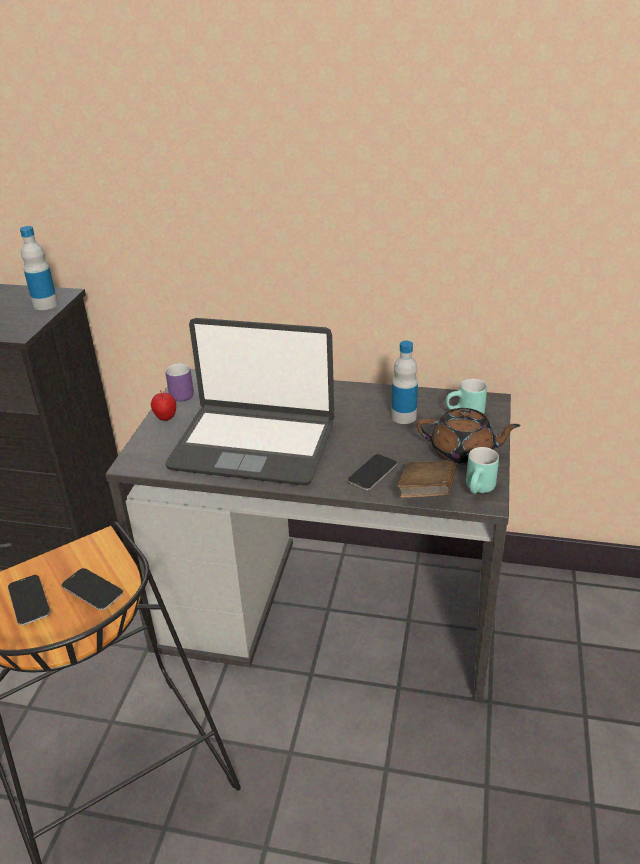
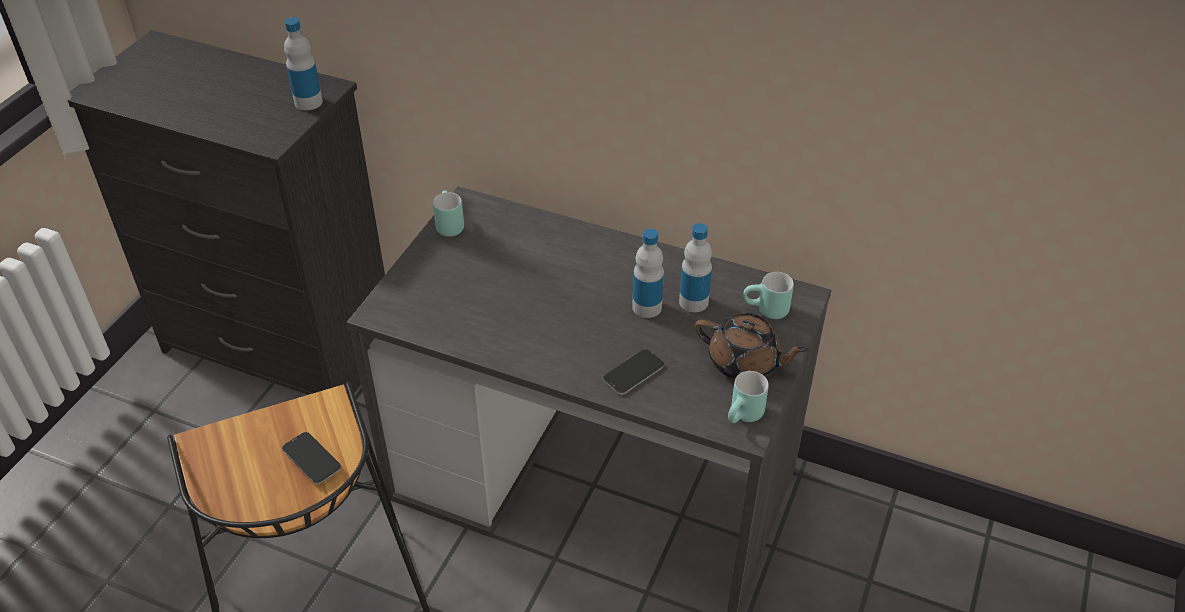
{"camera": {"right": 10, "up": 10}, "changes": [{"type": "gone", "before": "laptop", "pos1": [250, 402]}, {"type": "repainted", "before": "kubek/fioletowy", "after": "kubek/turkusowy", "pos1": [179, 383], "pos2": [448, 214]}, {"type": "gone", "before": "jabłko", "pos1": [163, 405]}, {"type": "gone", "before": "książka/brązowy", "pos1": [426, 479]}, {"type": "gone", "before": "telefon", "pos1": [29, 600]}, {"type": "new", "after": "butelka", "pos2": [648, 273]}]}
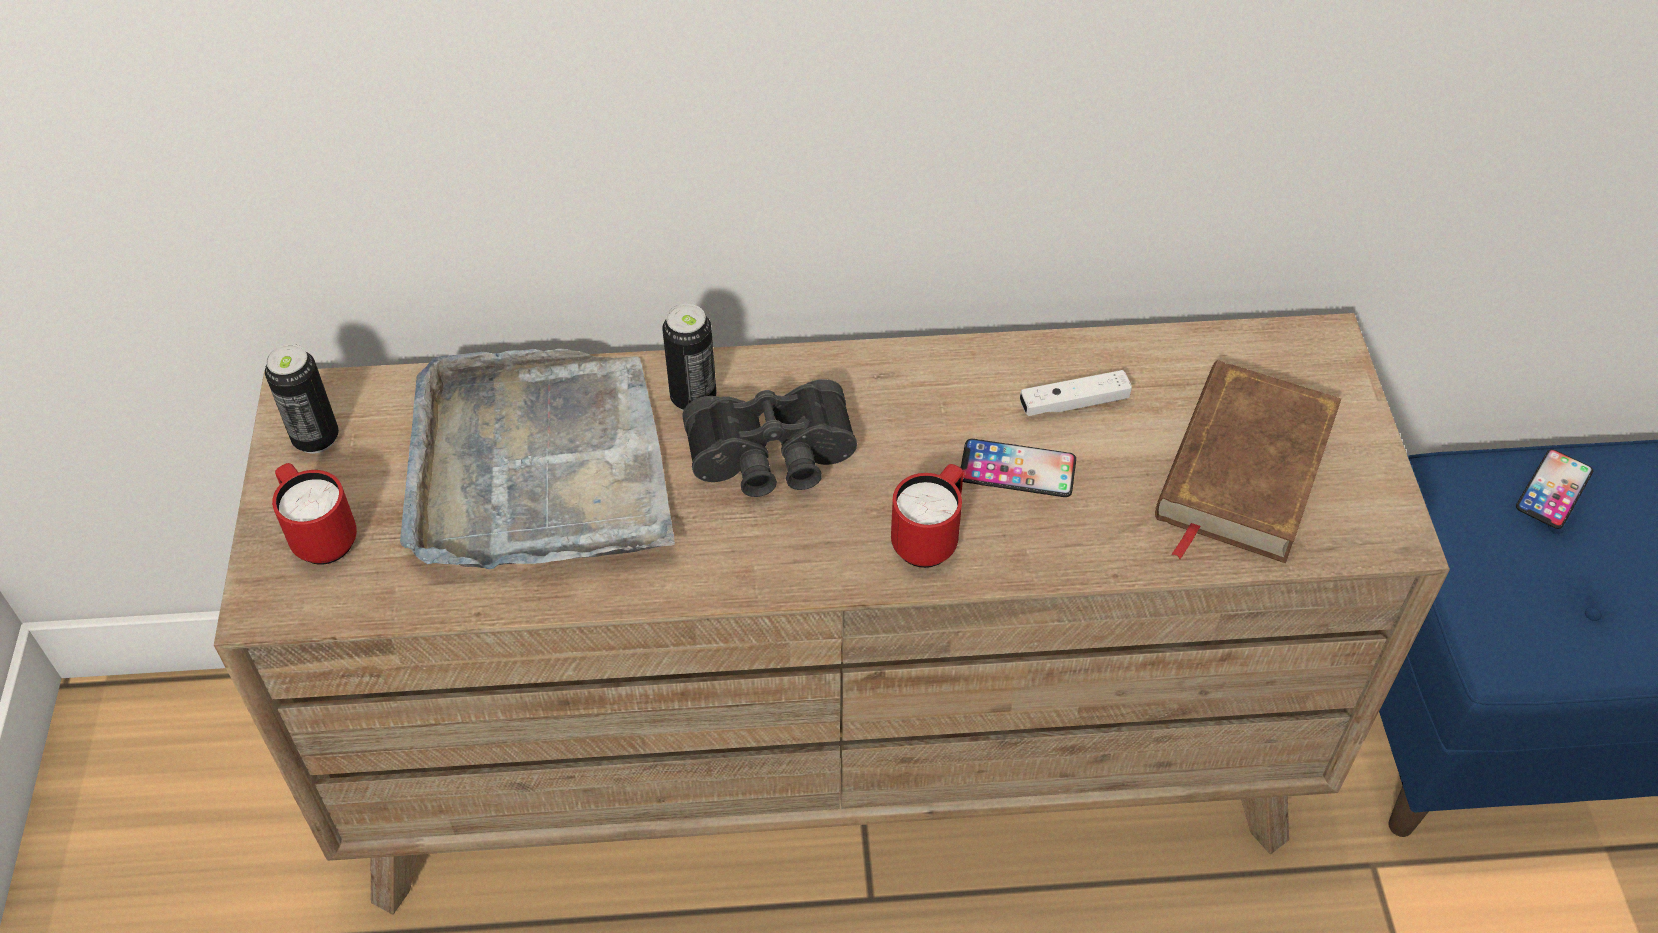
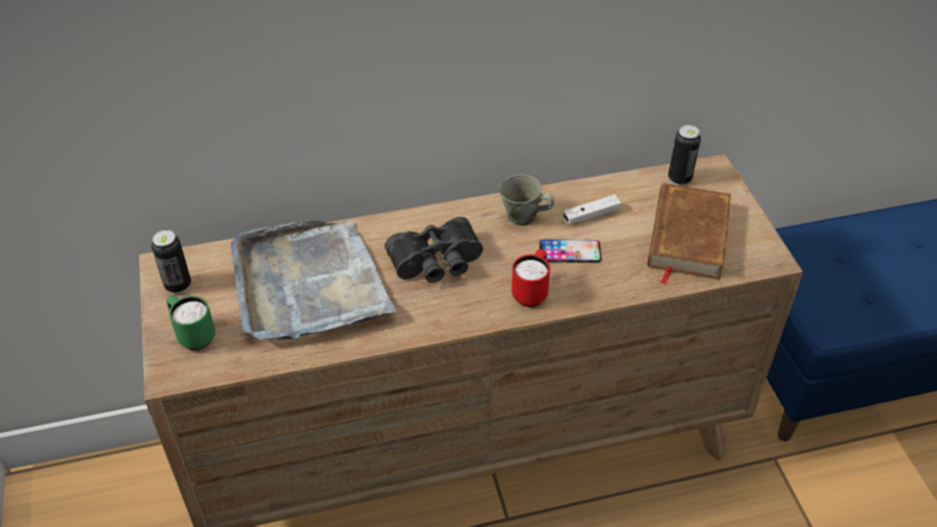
{"camera": {"right": -10, "up": -5}, "changes": [{"type": "shifted", "before": "puszka", "pos1": [689, 357], "pos2": [684, 155]}, {"type": "gone", "before": "telefon", "pos1": [1554, 489]}, {"type": "repainted", "before": "kubek/czerwony", "after": "kubek/zielony", "pos1": [314, 514], "pos2": [190, 322]}, {"type": "new", "after": "kubek/szary", "pos2": [527, 200]}]}
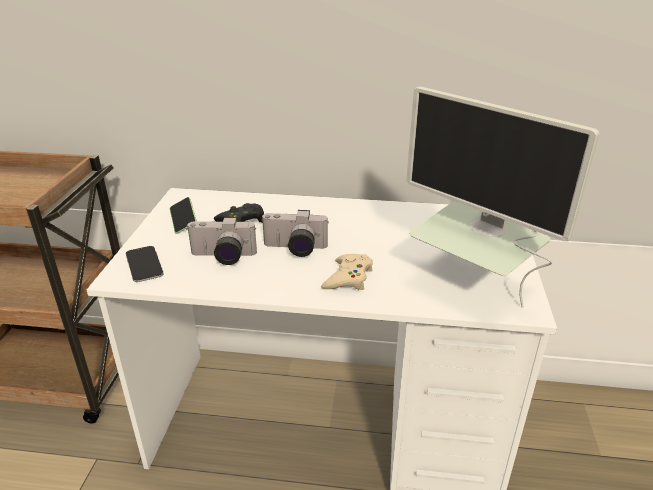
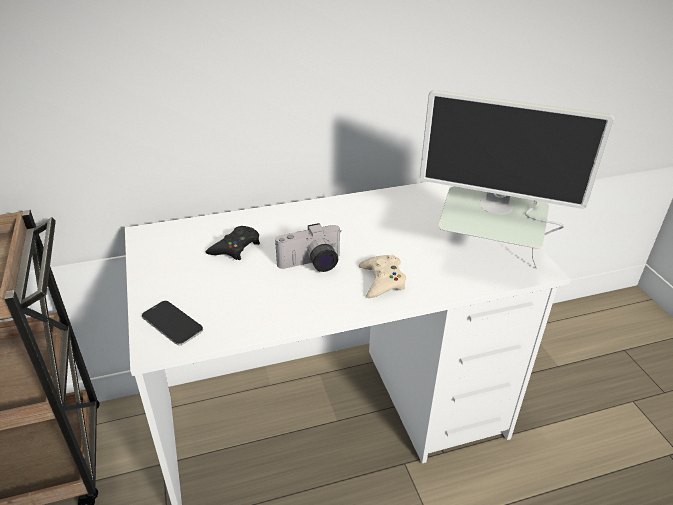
{"camera": {"right": -25, "up": 5}, "changes": [{"type": "gone", "before": "telefon", "pos1": [183, 215]}, {"type": "gone", "before": "aparat fotograficzny", "pos1": [221, 241]}]}
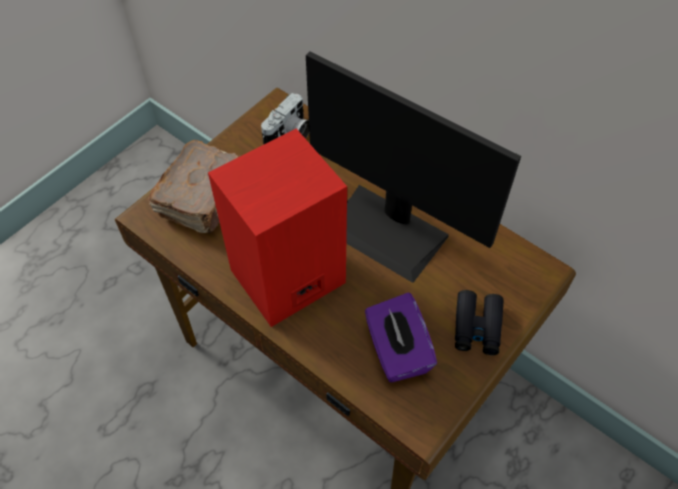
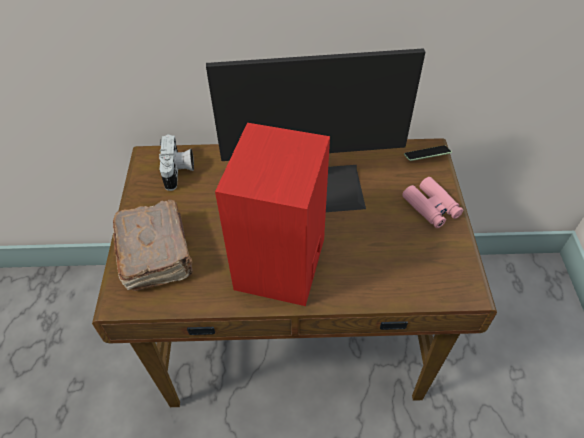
{"camera": {"right": -40, "up": -5}, "changes": [{"type": "repainted", "before": "lornetka/czarny", "after": "lornetka/różowy", "pos1": [479, 322], "pos2": [432, 202]}, {"type": "gone", "before": "pudełko chusteczek/fioletowy", "pos1": [401, 337]}, {"type": "new", "after": "telefon", "pos2": [428, 153]}]}
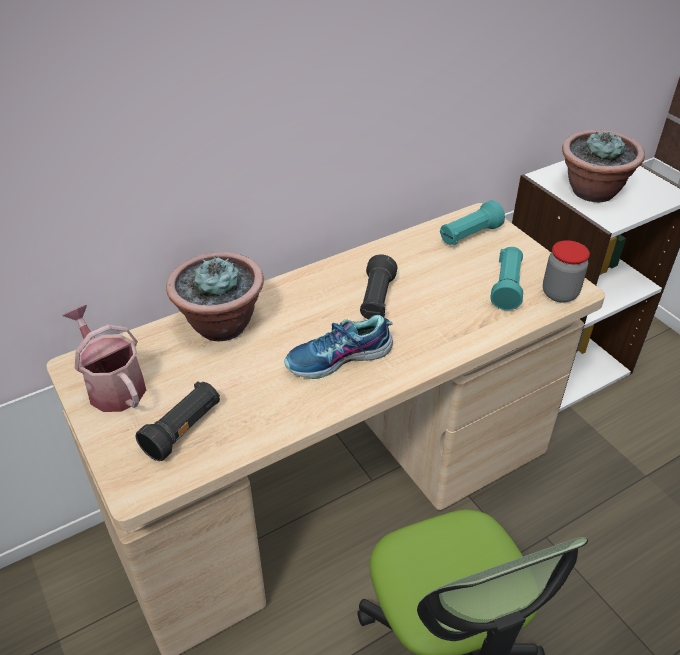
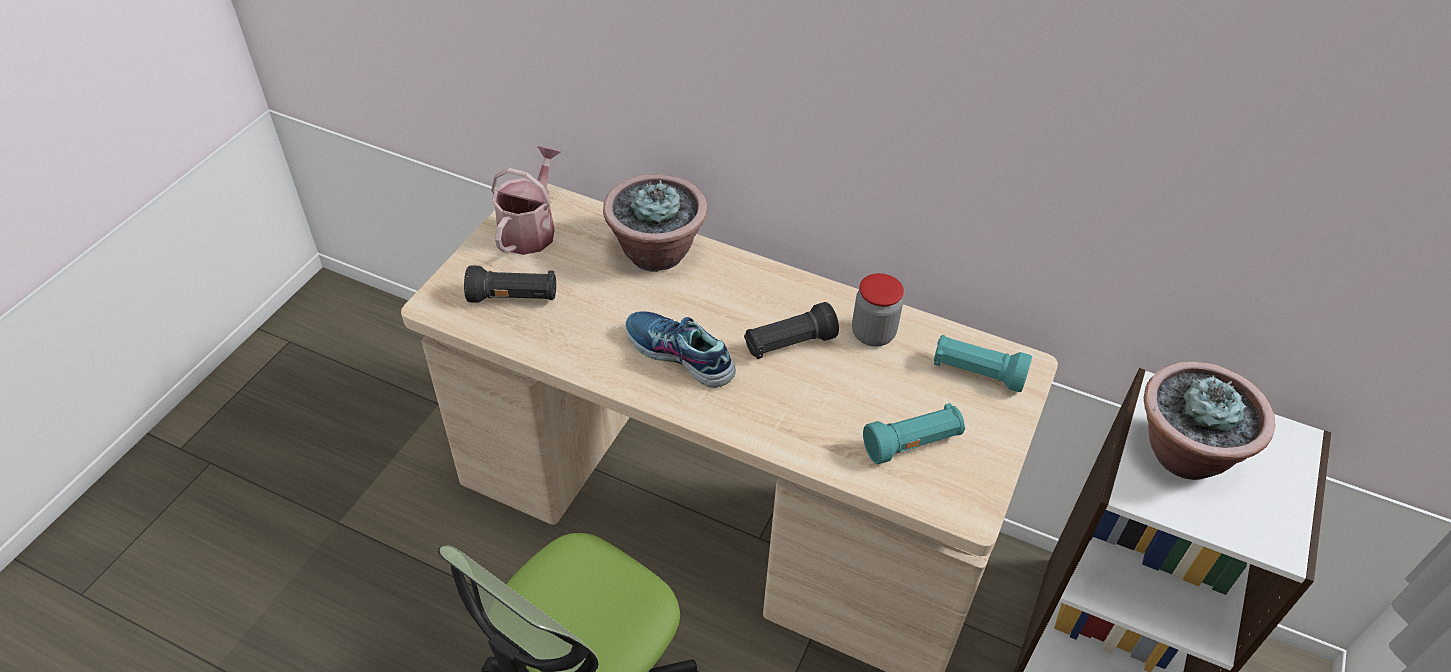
{"camera": {"right": 55, "up": 5}, "changes": [{"type": "shifted", "before": "słoik", "pos1": [566, 271], "pos2": [878, 310]}]}
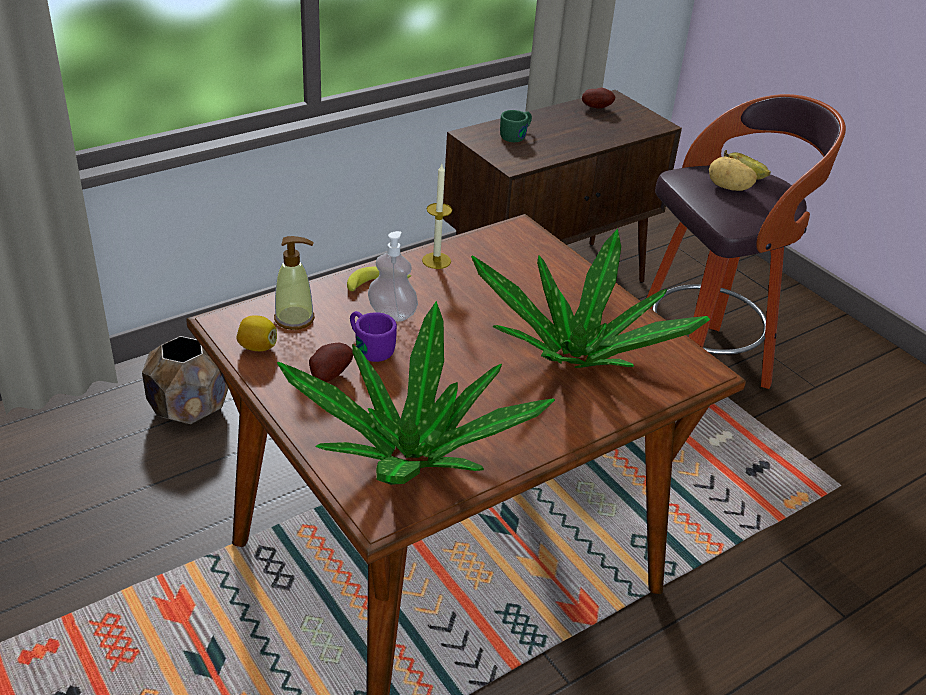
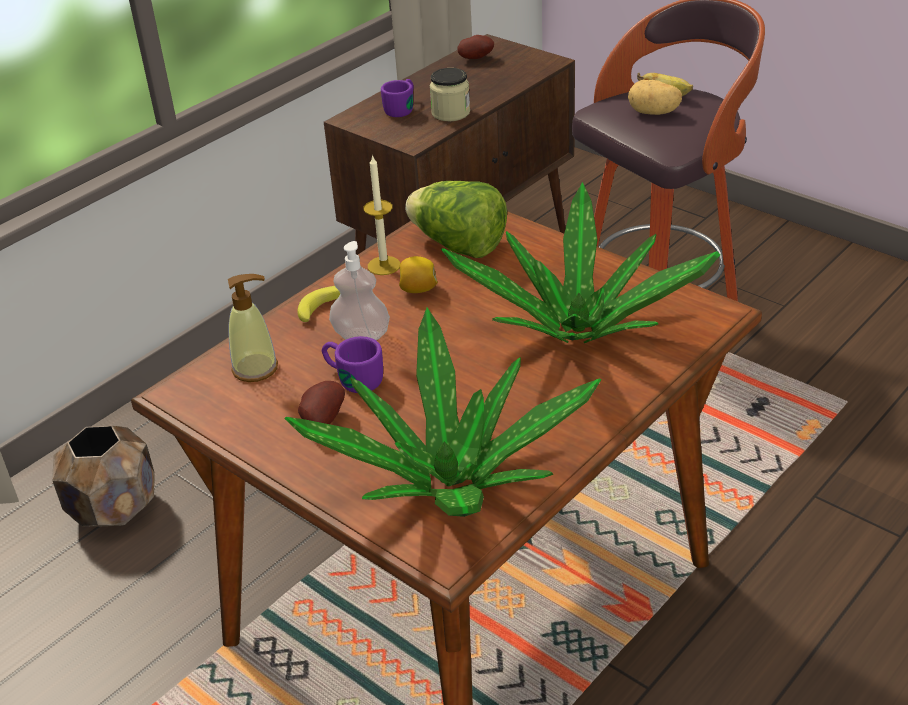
{"camera": {"right": -10, "up": 0}, "changes": [{"type": "repainted", "before": "kubek/zielony", "after": "kubek/fioletowy", "pos1": [516, 126], "pos2": [397, 98]}, {"type": "shifted", "before": "cytryna", "pos1": [256, 333], "pos2": [418, 274]}, {"type": "new", "after": "słoik", "pos2": [450, 94]}, {"type": "new", "after": "sałata", "pos2": [456, 219]}]}
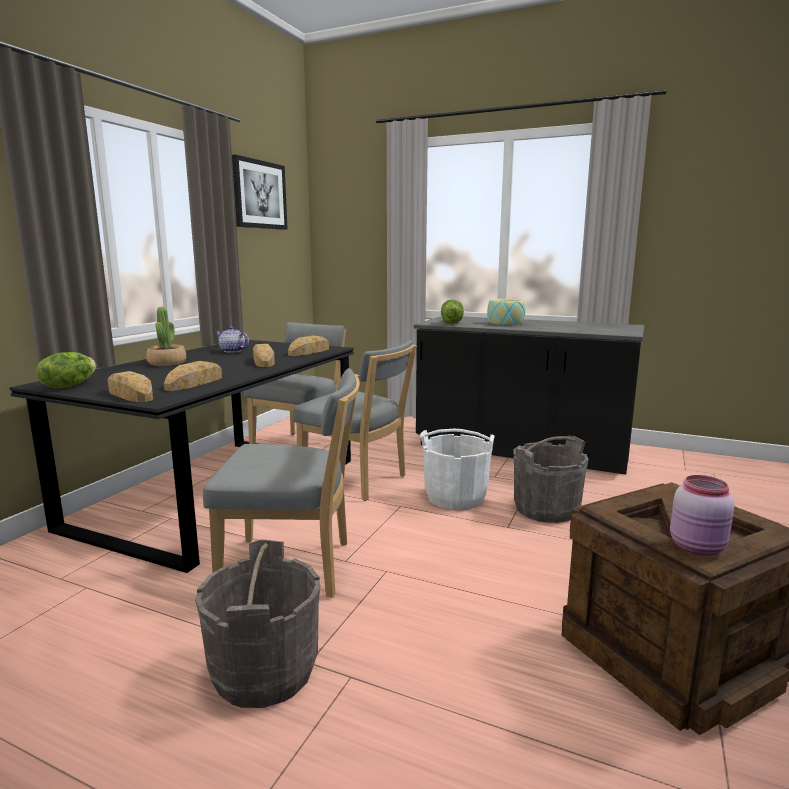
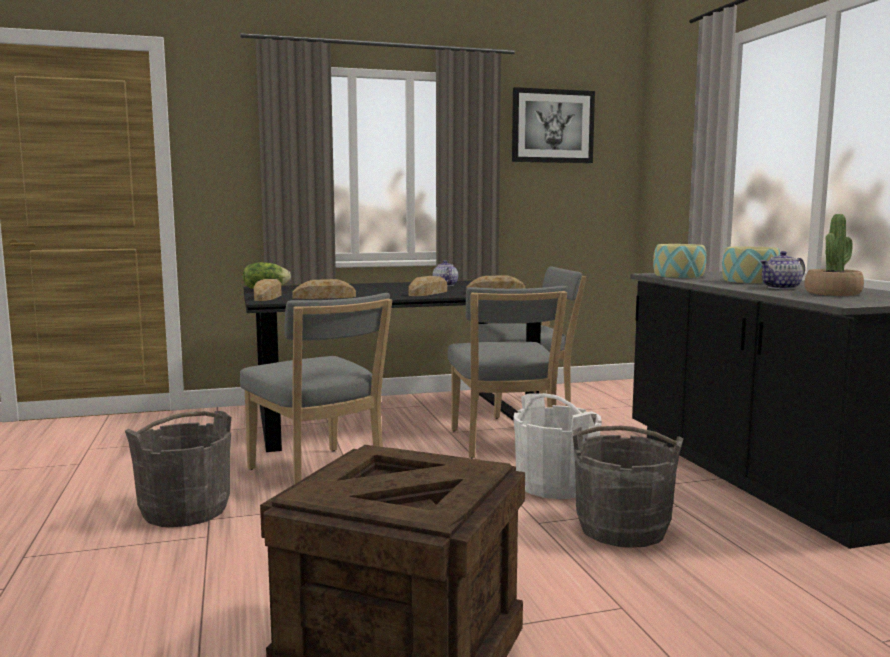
{"camera": {"right": 50, "up": -5}, "changes": [{"type": "swapped", "before": "sałata", "after": "miska", "pos1": [452, 312], "pos2": [680, 261]}, {"type": "shifted", "before": "roślina doniczkowa", "pos1": [166, 336], "pos2": [834, 255]}, {"type": "gone", "before": "słoik/różowy", "pos1": [702, 515]}, {"type": "new", "after": "imbryk", "pos2": [782, 270]}]}
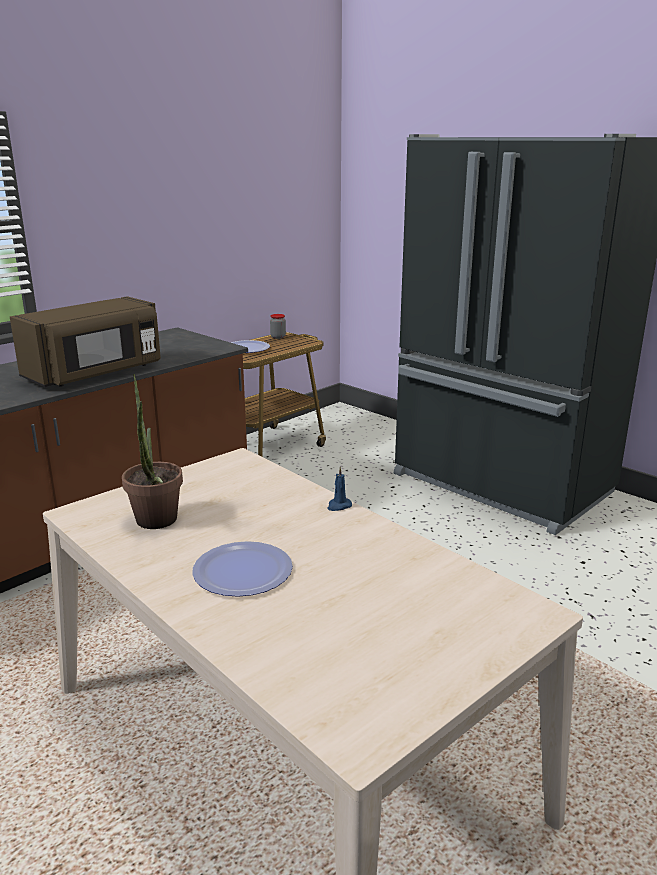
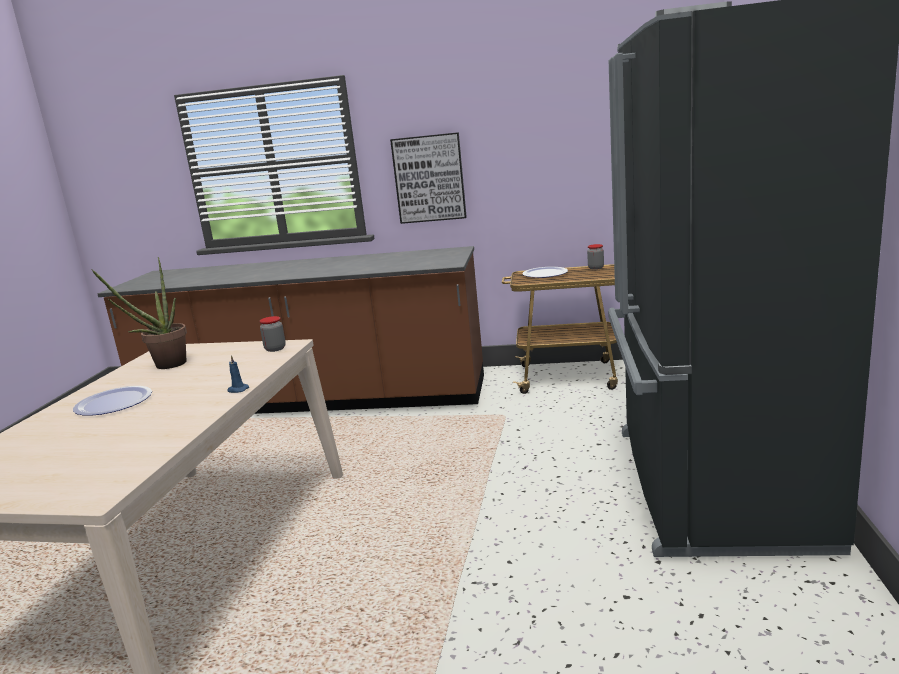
{"camera": {"right": 55, "up": -5}, "changes": [{"type": "gone", "before": "mikrofalówka/brązowy", "pos1": [85, 341]}, {"type": "new", "after": "obraz", "pos2": [428, 178]}, {"type": "new", "after": "słoik", "pos2": [272, 334]}]}
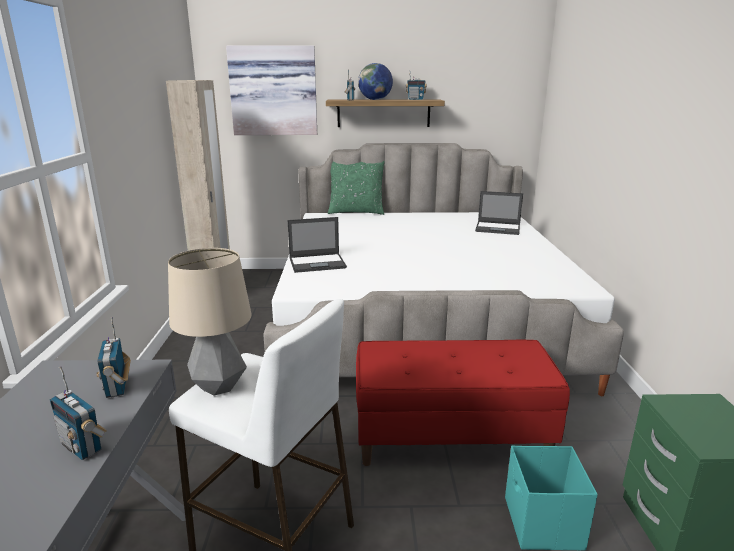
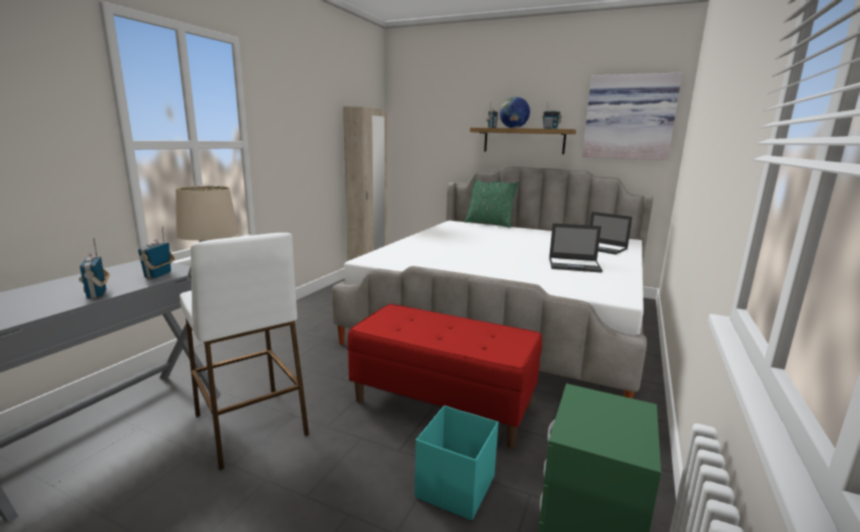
{"camera": {"right": 25, "up": -5}, "changes": [{"type": "shifted", "before": "obraz", "pos1": [271, 90], "pos2": [632, 116]}, {"type": "shifted", "before": "laptop", "pos1": [317, 245], "pos2": [576, 248]}]}
